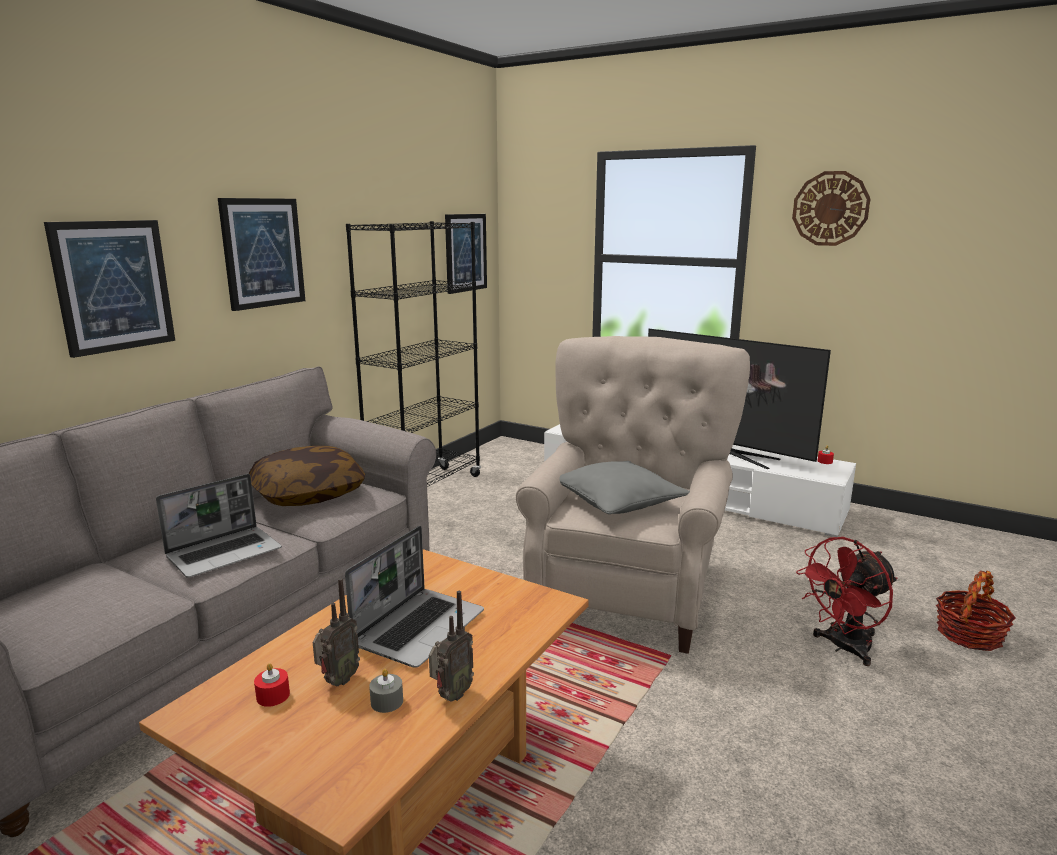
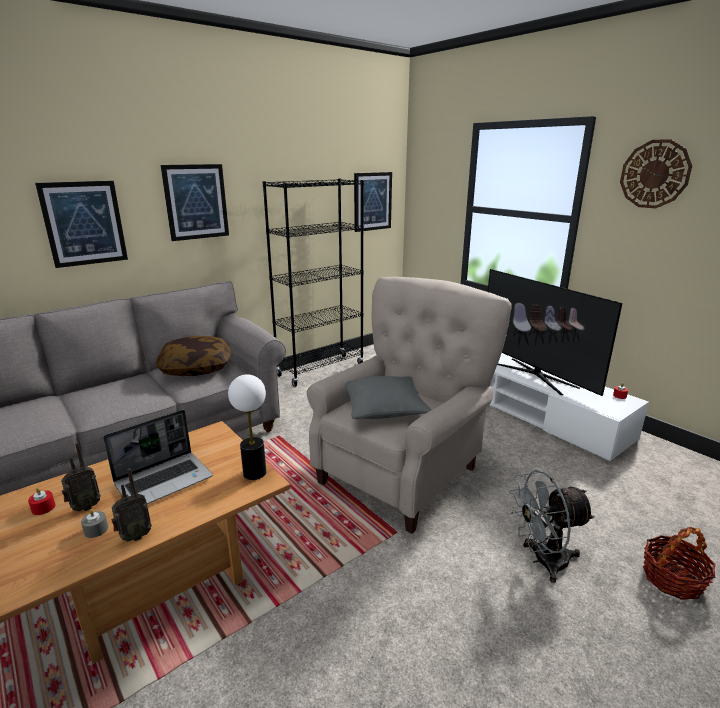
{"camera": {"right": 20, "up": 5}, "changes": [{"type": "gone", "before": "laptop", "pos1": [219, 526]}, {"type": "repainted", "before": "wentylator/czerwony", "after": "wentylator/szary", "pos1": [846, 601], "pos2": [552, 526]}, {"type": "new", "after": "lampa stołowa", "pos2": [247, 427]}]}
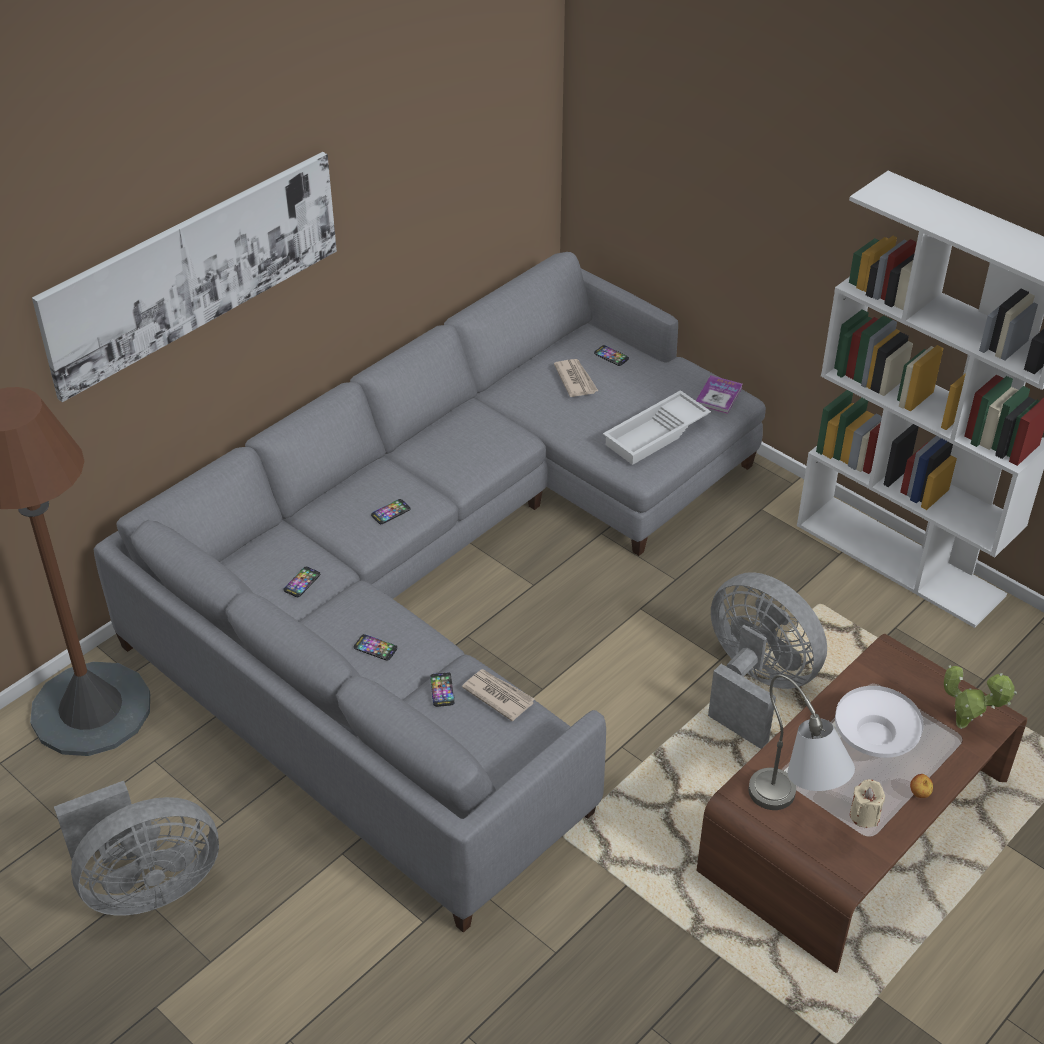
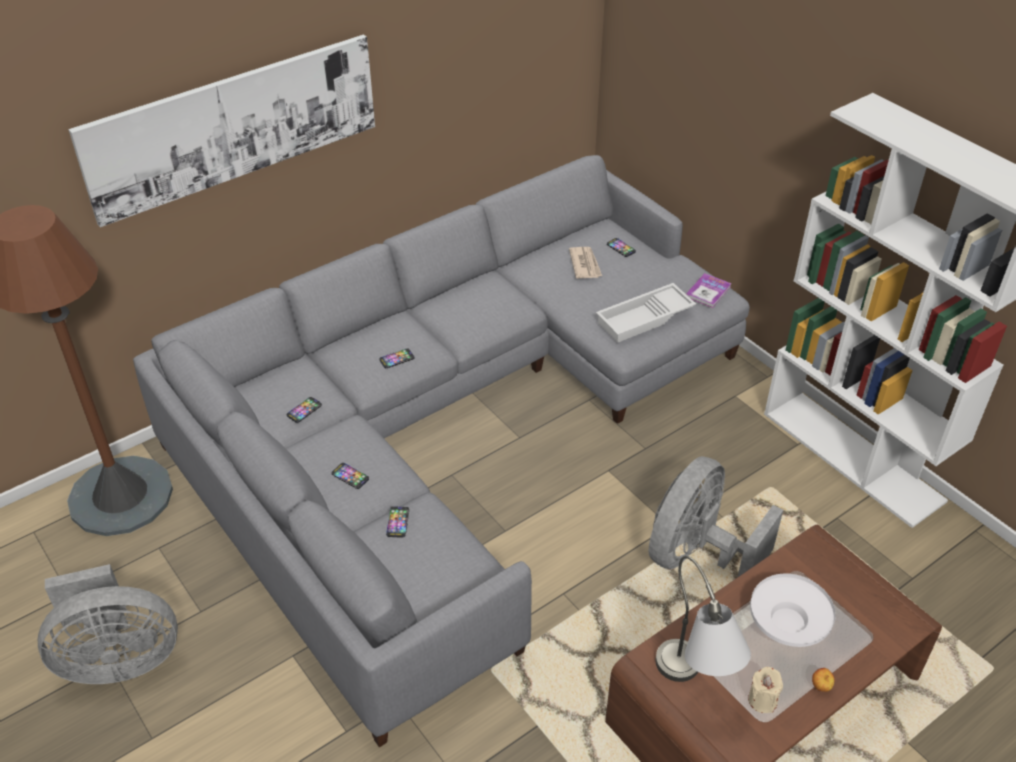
{"camera": {"right": 10, "up": 0}, "changes": [{"type": "rotated", "before": "wentylator/szary", "pos1": [767, 660], "pos2": [716, 517], "turn": -105}, {"type": "gone", "before": "roślina doniczkowa", "pos1": [980, 697]}, {"type": "gone", "before": "gazeta", "pos1": [498, 695]}]}
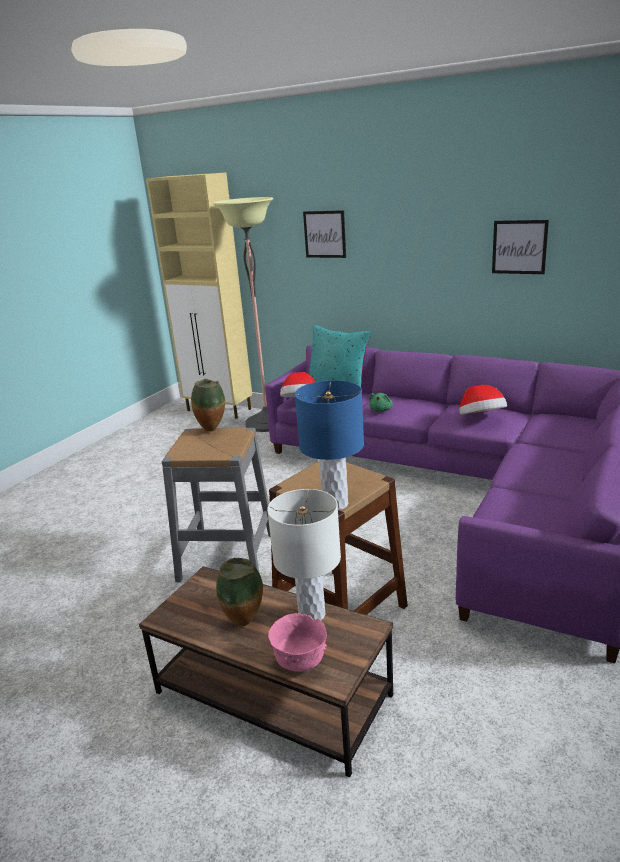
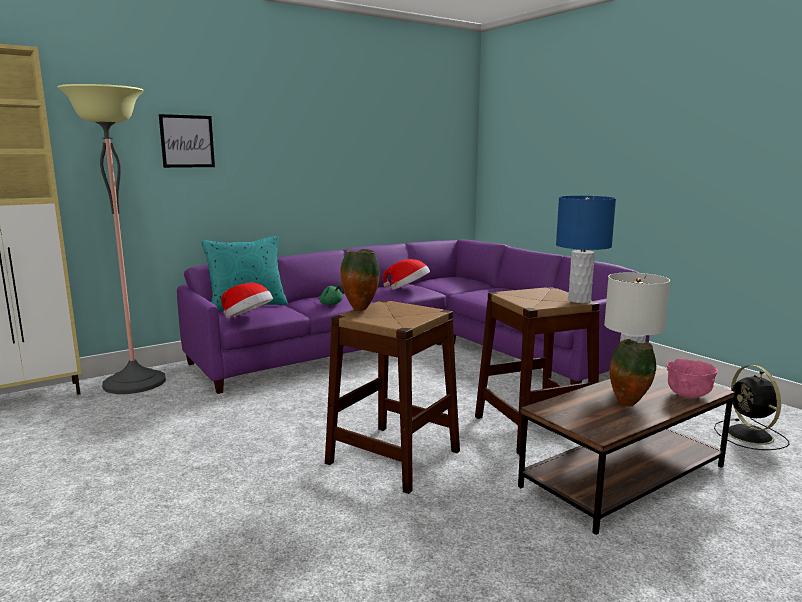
{"camera": {"right": -65, "up": -10}, "changes": [{"type": "gone", "before": "obraz", "pos1": [520, 247]}, {"type": "repainted", "before": "stołek/szary", "after": "stołek/brązowy", "pos1": [216, 505], "pos2": [392, 397]}, {"type": "new", "after": "wentylator/czarny", "pos2": [751, 407]}]}
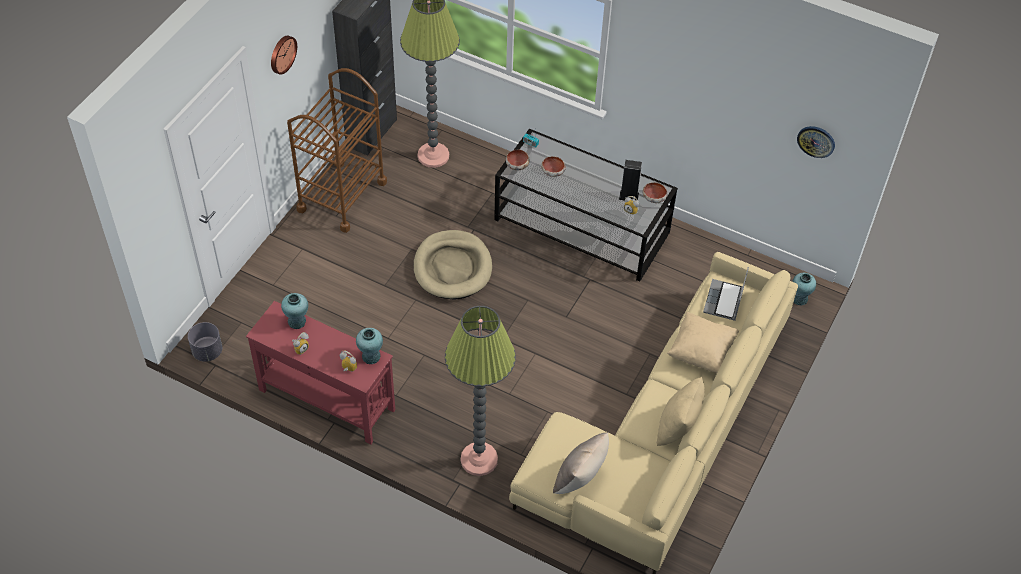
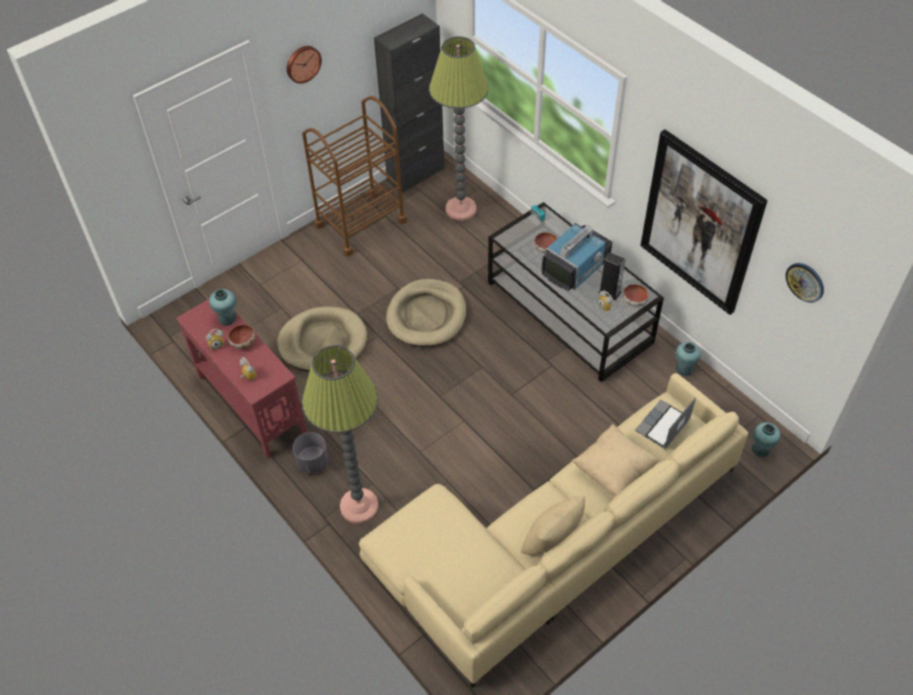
{"camera": {"right": 25, "up": 0}, "changes": [{"type": "shifted", "before": "miska", "pos1": [518, 160], "pos2": [242, 337]}, {"type": "shifted", "before": "donica/szary", "pos1": [205, 342], "pos2": [310, 453]}, {"type": "shifted", "before": "wazon/turkusowy", "pos1": [369, 346], "pos2": [688, 359]}, {"type": "gone", "before": "poduszka/beżowy", "pos1": [581, 463]}, {"type": "new", "after": "obraz", "pos2": [704, 222]}, {"type": "new", "after": "telewizor", "pos2": [577, 257]}, {"type": "new", "after": "legowisko/beżowy", "pos2": [322, 339]}]}
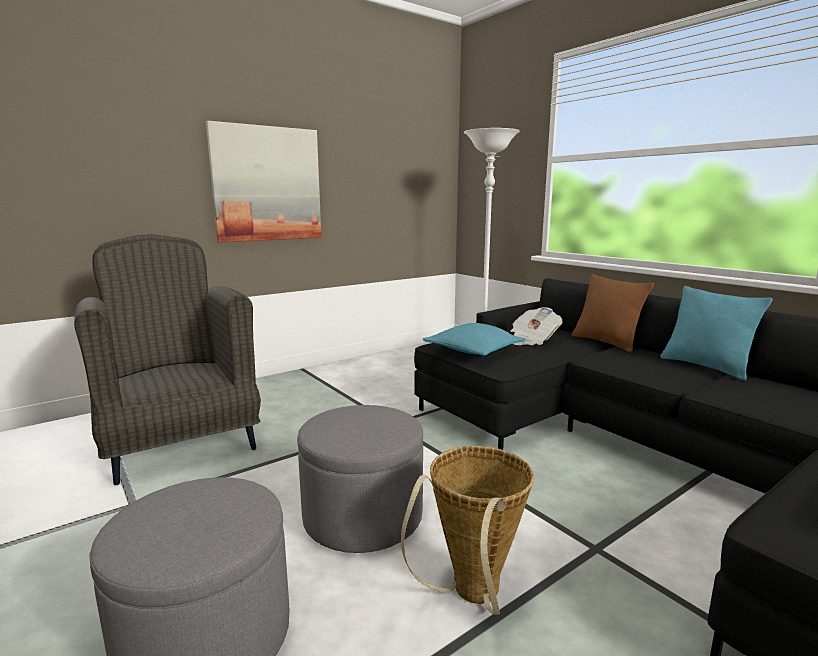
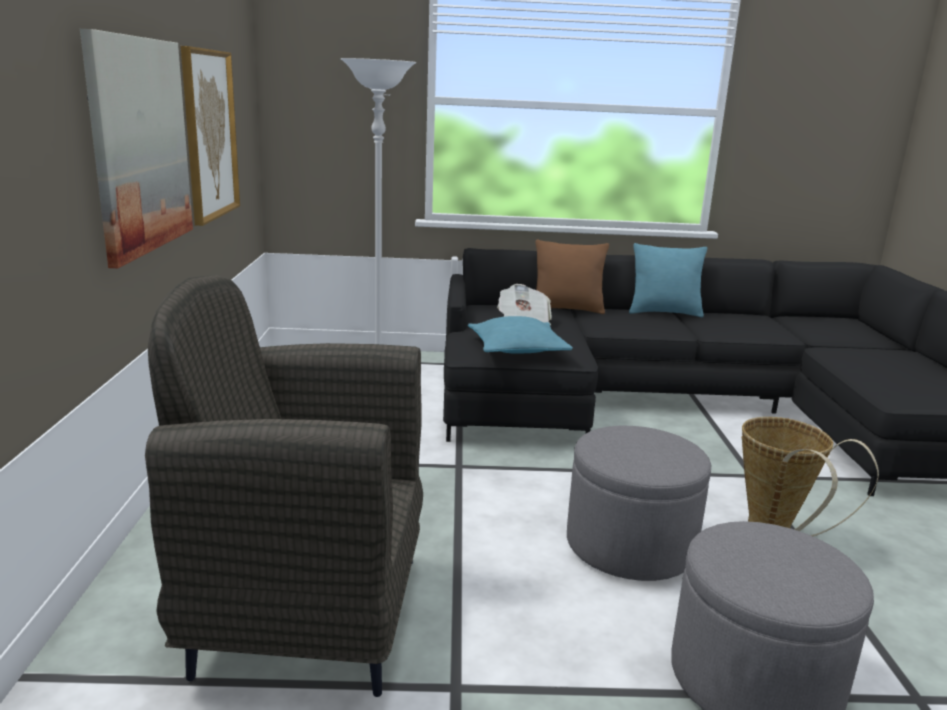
{"camera": {"right": -55, "up": 5}, "changes": [{"type": "new", "after": "obraz", "pos2": [210, 136]}]}
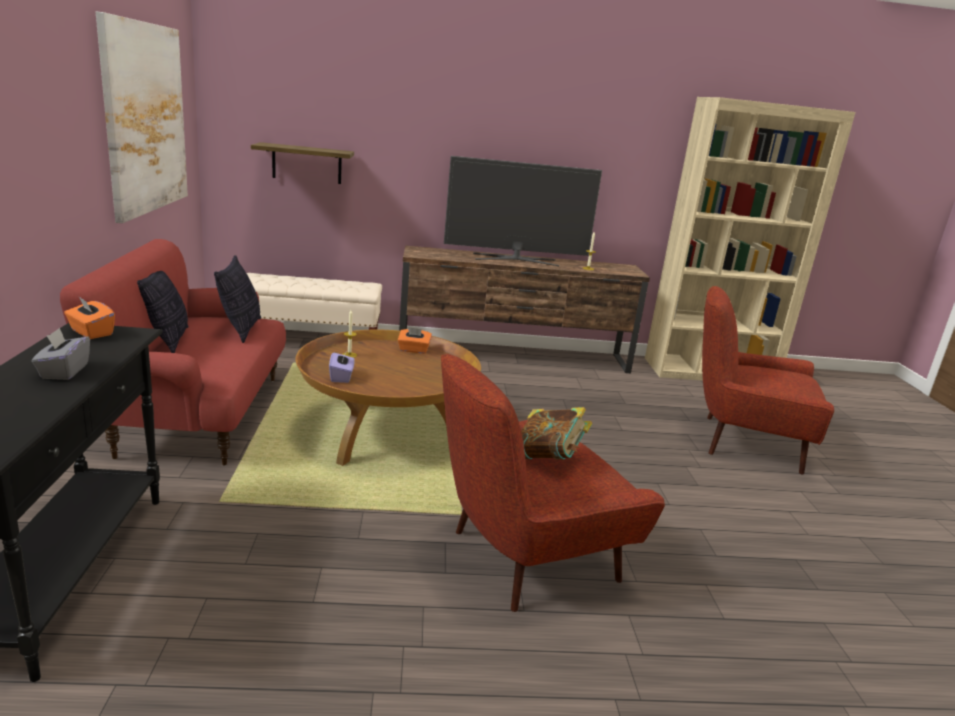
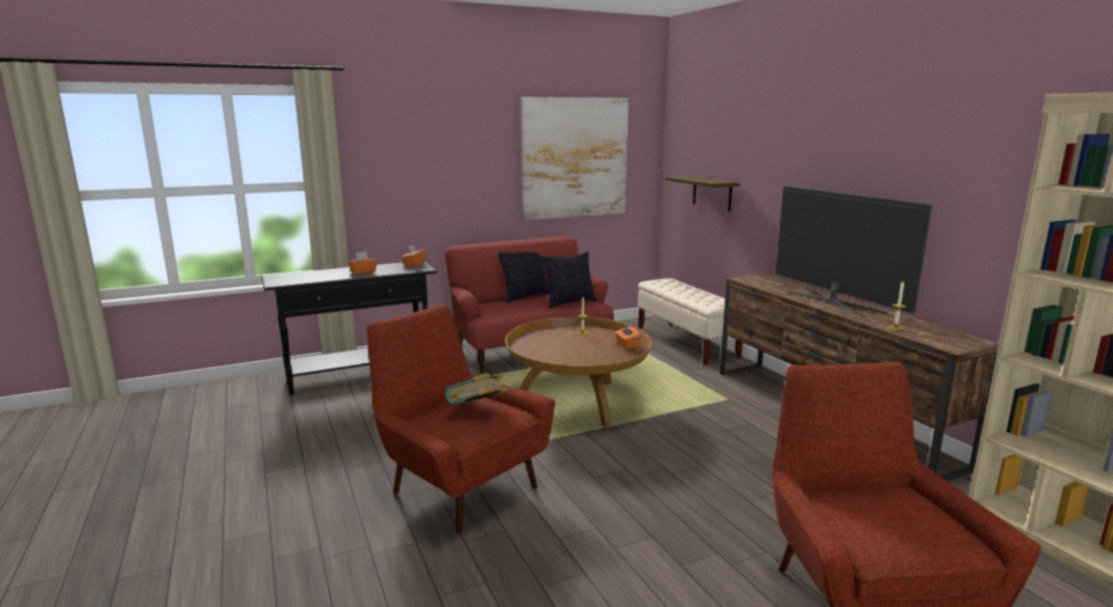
{"camera": {"right": 70, "up": -5}, "changes": [{"type": "repainted", "before": "pudełko chusteczek/szary", "after": "pudełko chusteczek/pomarańczowy", "pos1": [61, 354], "pos2": [362, 262]}, {"type": "gone", "before": "pudełko chusteczek/fioletowy", "pos1": [342, 366]}]}
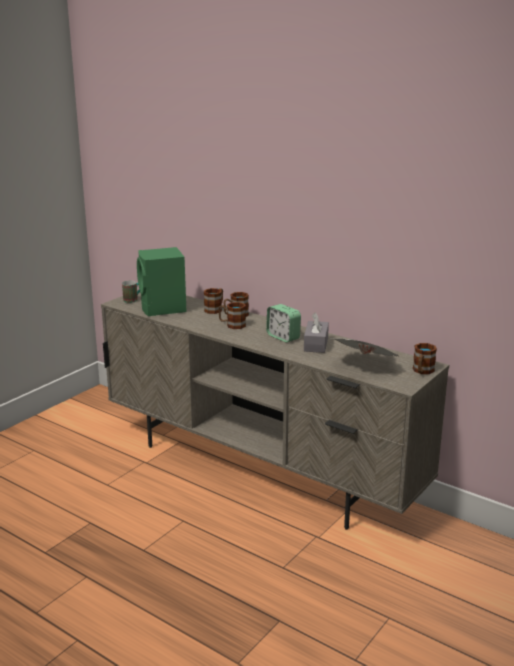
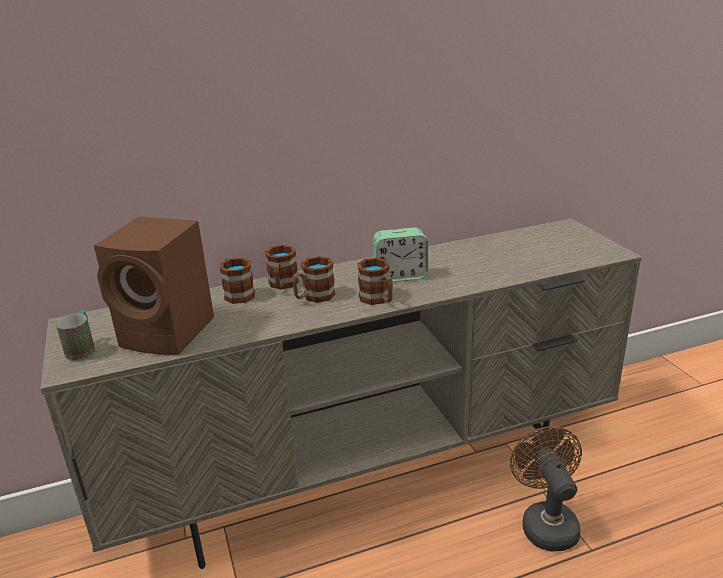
{"camera": {"right": -55, "up": 5}, "changes": [{"type": "repainted", "before": "głośnik/zielony", "after": "głośnik/brązowy", "pos1": [162, 281], "pos2": [154, 286]}, {"type": "gone", "before": "pudełko chusteczek/szary", "pos1": [316, 333]}, {"type": "gone", "before": "gazeta", "pos1": [365, 347]}, {"type": "shifted", "before": "kubek", "pos1": [425, 358], "pos2": [375, 281]}, {"type": "new", "after": "wentylator/brązowy", "pos2": [546, 489]}]}
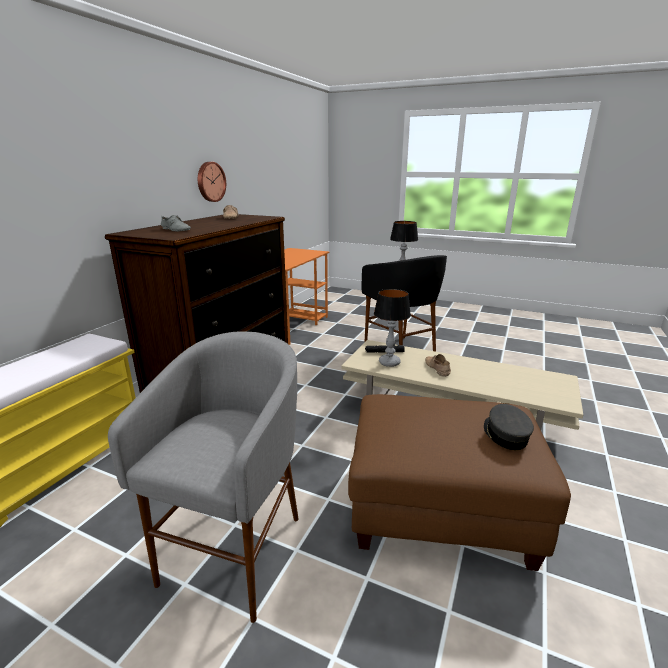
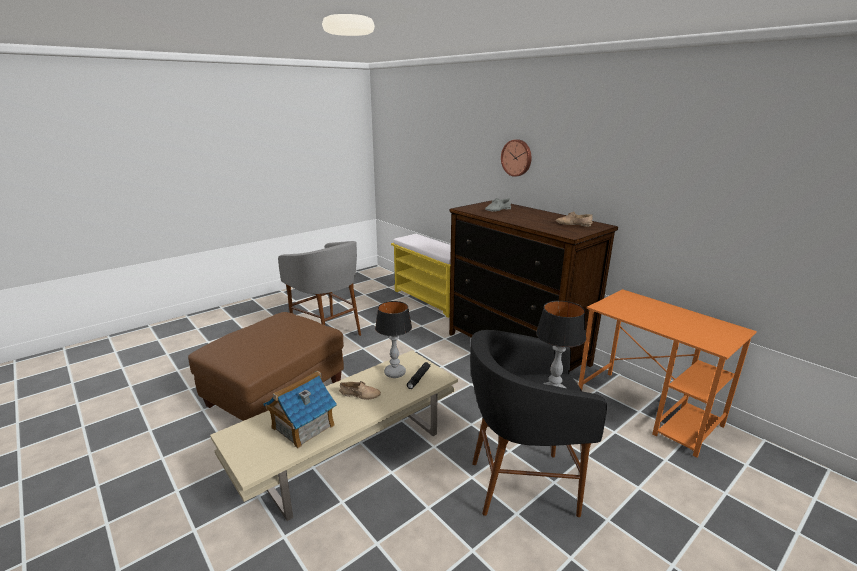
{"camera": {"right": 115, "up": 0}, "changes": [{"type": "shifted", "before": "zegar ścienny", "pos1": [212, 182], "pos2": [516, 158]}, {"type": "gone", "before": "czapka z daszkiem/szary", "pos1": [509, 427]}, {"type": "new", "after": "domek", "pos2": [300, 410]}]}
